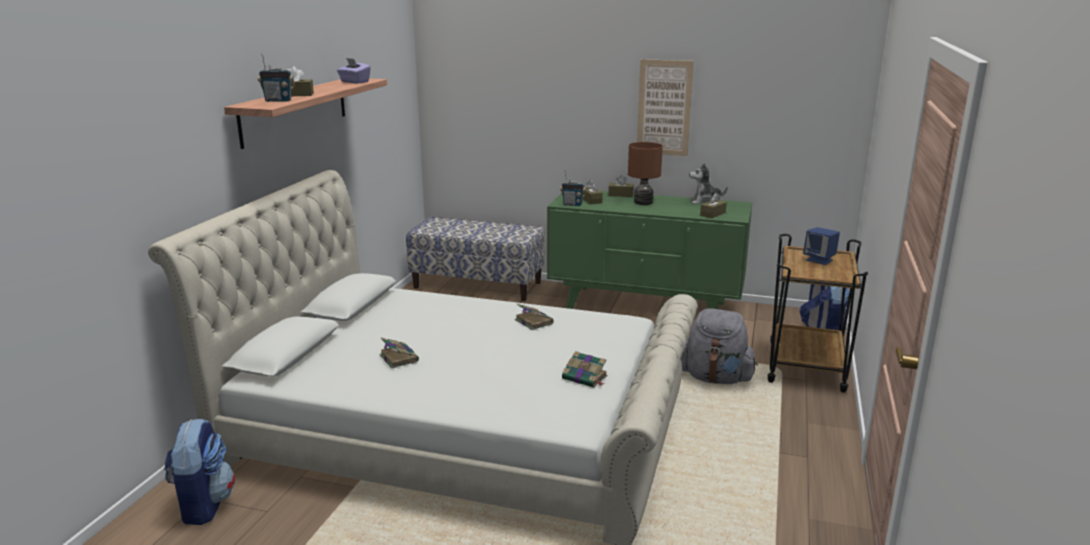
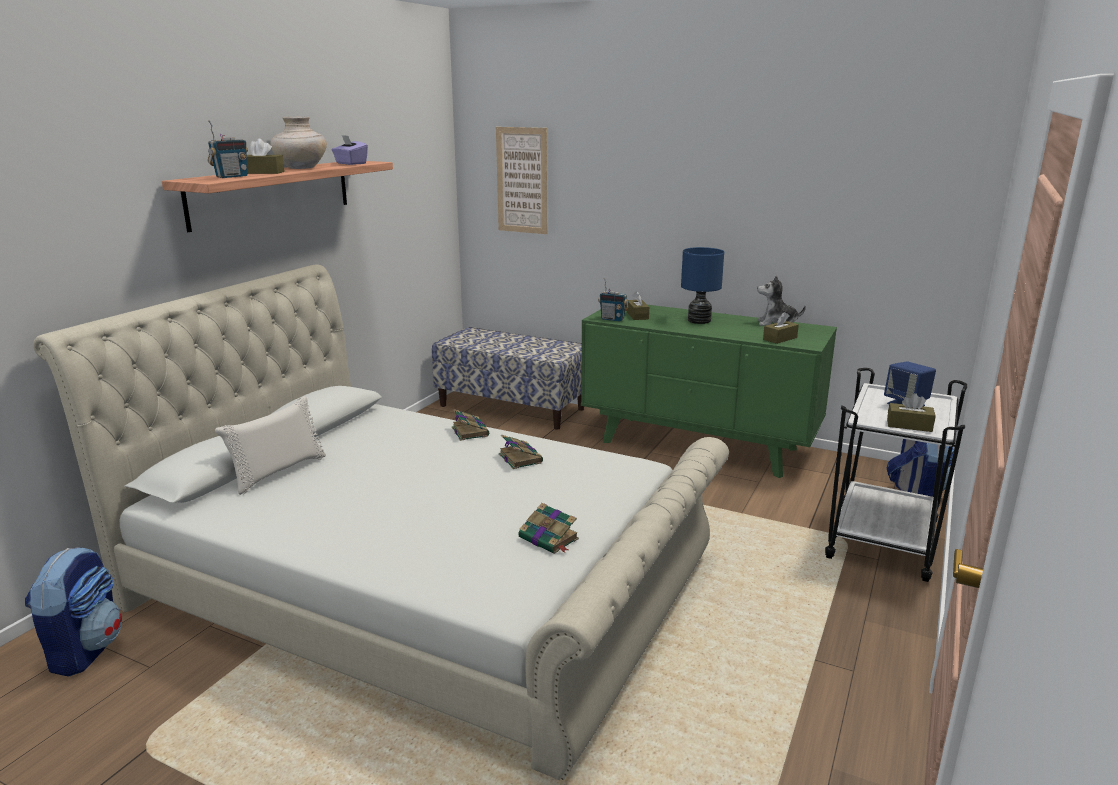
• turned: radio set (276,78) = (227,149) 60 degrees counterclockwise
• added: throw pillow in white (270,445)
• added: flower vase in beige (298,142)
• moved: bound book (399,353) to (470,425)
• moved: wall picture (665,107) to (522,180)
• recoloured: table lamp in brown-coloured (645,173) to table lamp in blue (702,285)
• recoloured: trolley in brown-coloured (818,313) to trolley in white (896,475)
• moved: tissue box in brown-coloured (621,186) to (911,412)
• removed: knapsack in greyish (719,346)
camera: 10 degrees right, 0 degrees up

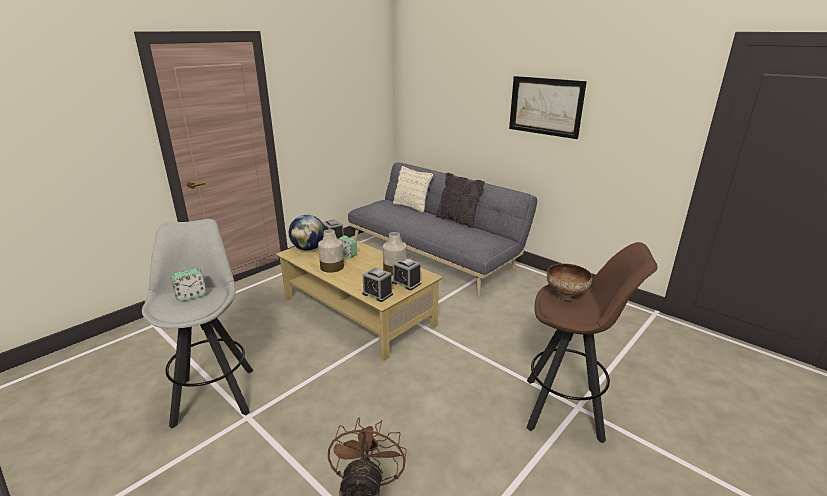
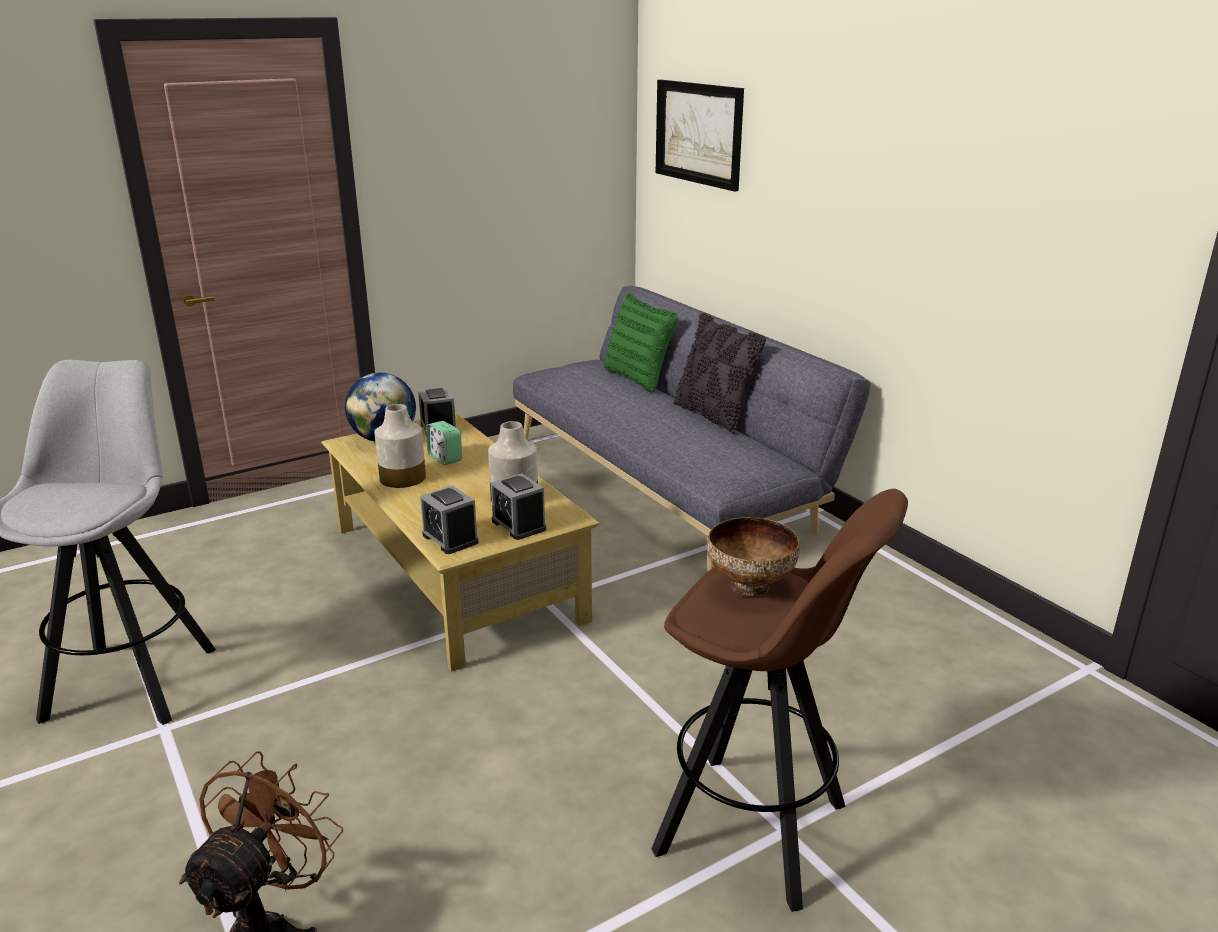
• recoloured: throw pillow in beige (413,189) to throw pillow in green (641,342)
• moved: wall picture (548,107) to (700,136)
• removed: bedside clock (189,284)
camera: 15 degrees right, 0 degrees up

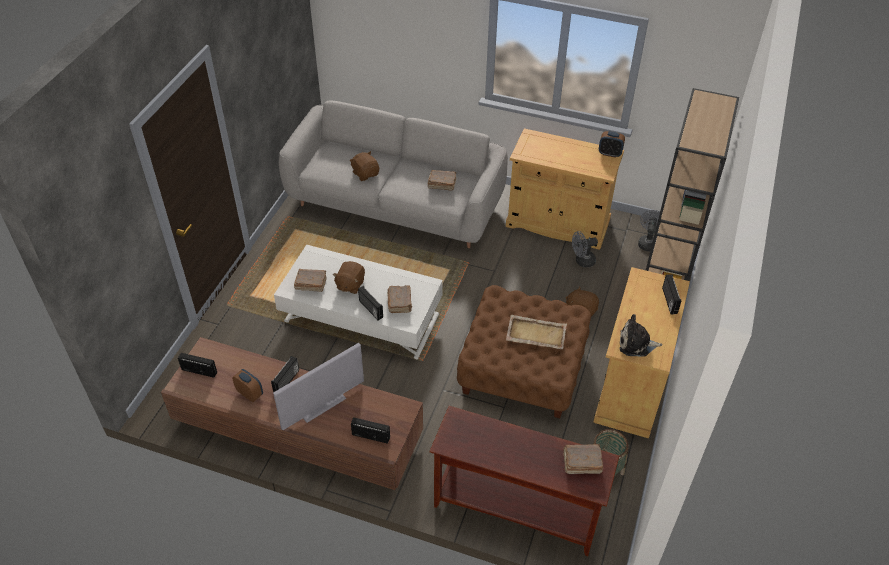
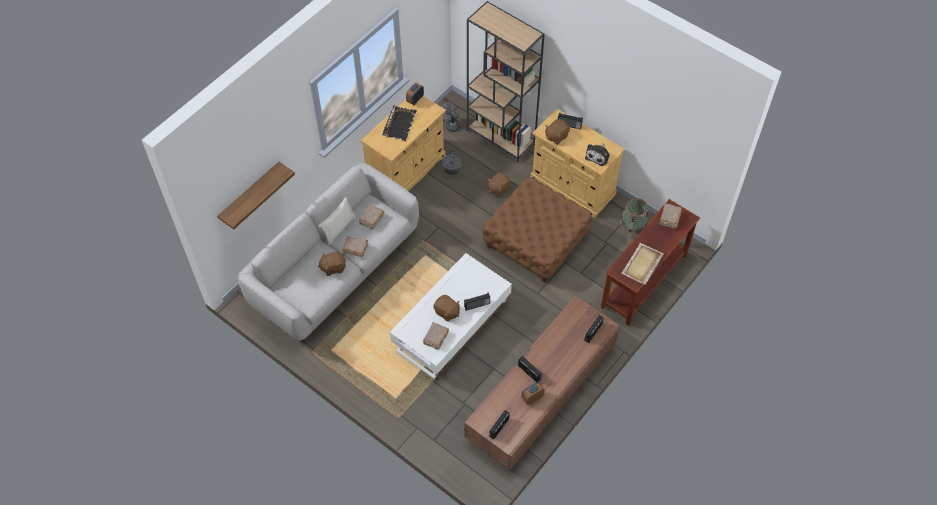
• added: shelf (256,196)
• added: throw pillow in white (337,221)
• moved: bound book in brown-coloured (399,299) to (355,246)
• added: serving tray in blackish (399,123)
• added: cuddly toy in brown-coloured (557,132)
• moved: serving tray in beige (536,332) to (642,264)
• removed: TV set (318,386)
camera: 70 degrees left, 10 degrees up

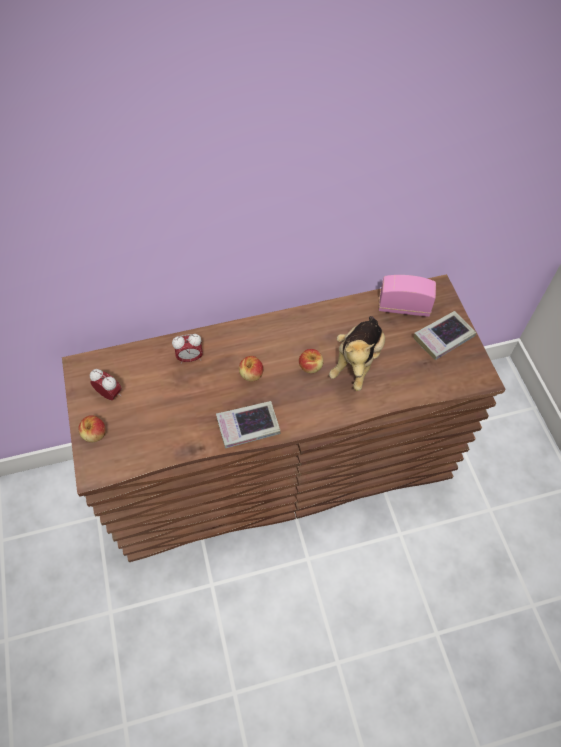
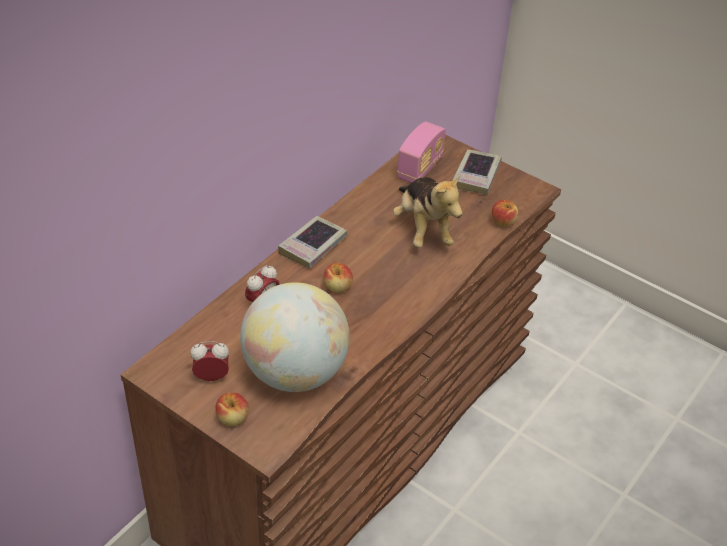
• added: world globe (295,337)
• moved: bound book (248,424) to (312,242)
• turned: radio set (407,296) = (421,152) 150 degrees clockwise
• moved: apple (311,361) to (505,213)
camera: 40 degrees left, 15 degrees down

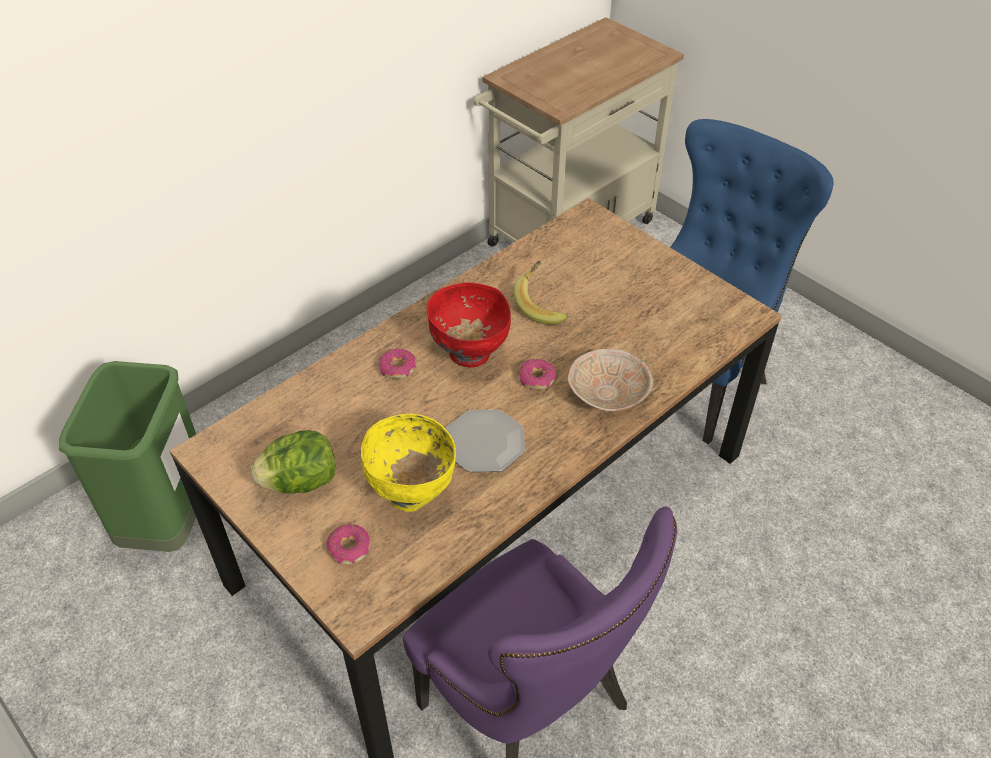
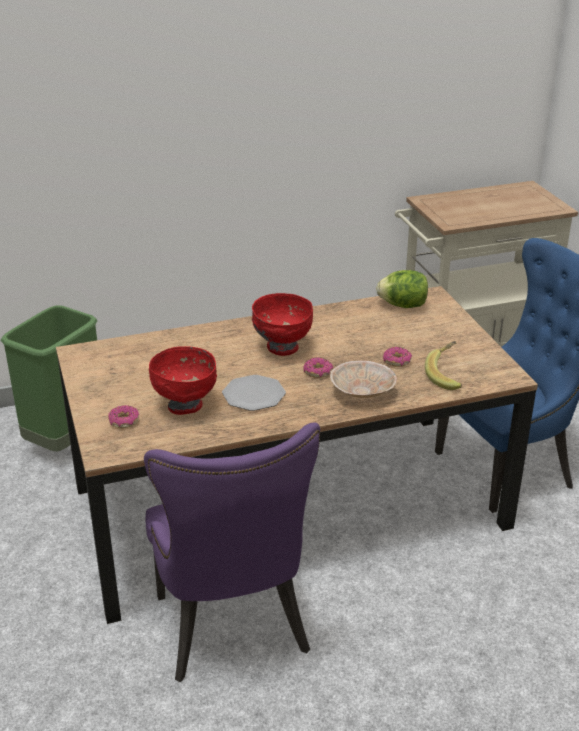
• recoloured: bowl in yellow (408,463) to bowl in red (183,380)
• moved: head of lettuce (293,462) to (402,289)
• moved: doughnut (397,364) to (397,357)
• moved: banana (540,292) to (443,365)
camera: 25 degrees right, 15 degrees down

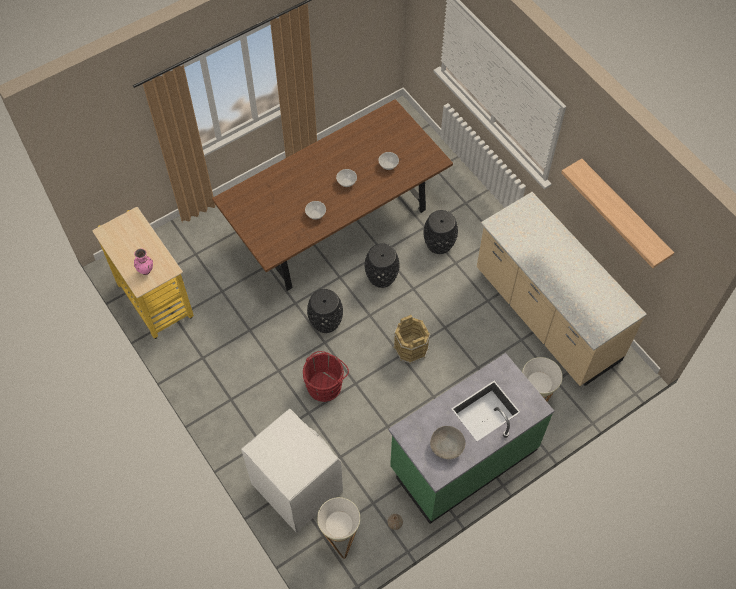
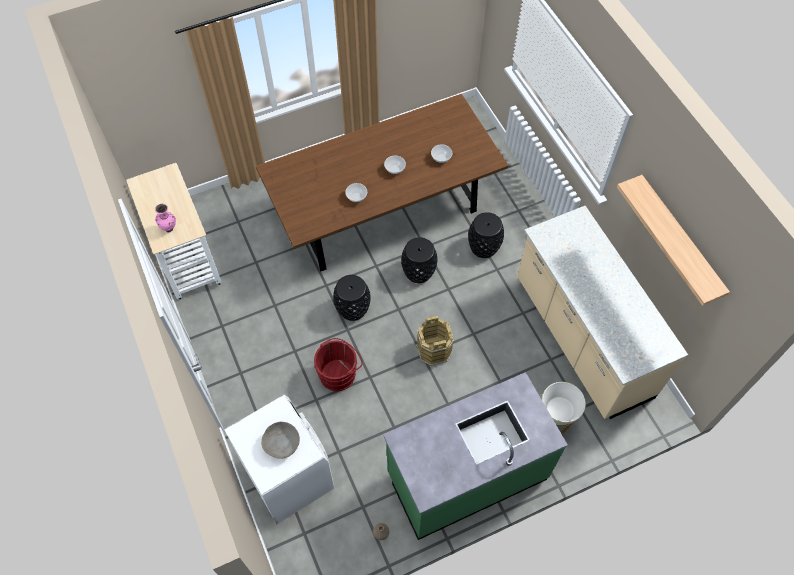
• recoloured: trolley in yellow (143,273) to trolley in white (173,231)
• moved: bowl in greyish (447,442) to (280,440)
• removed: plant pot (338,528)
camera: 10 degrees right, 0 degrees up

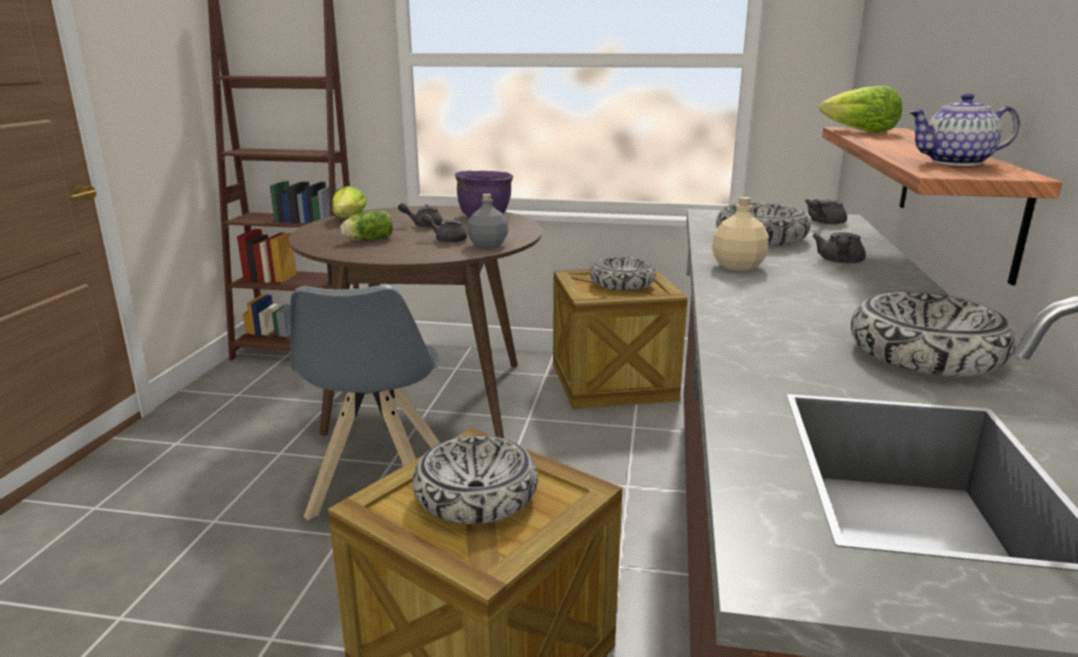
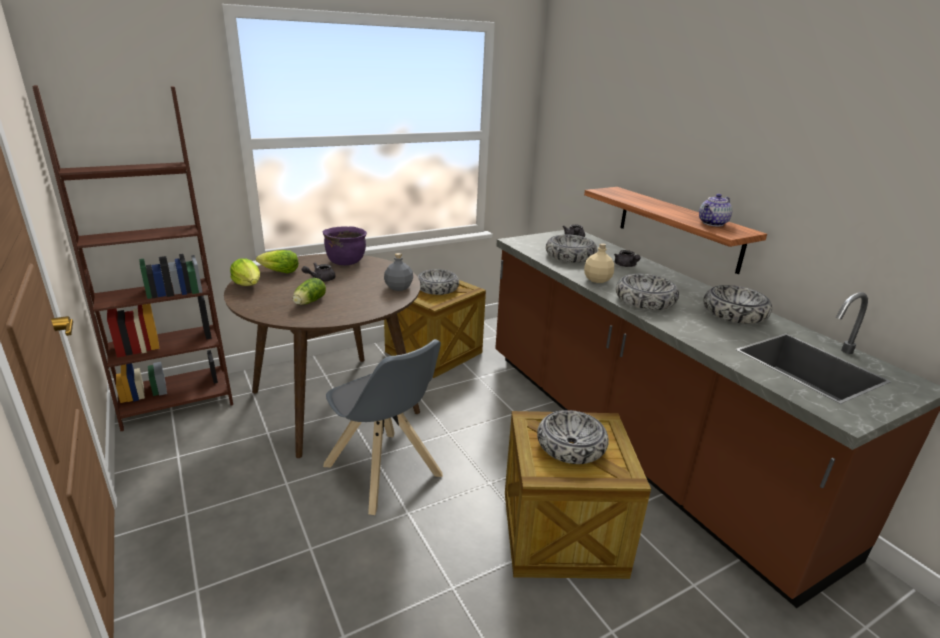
• moved: head of lettuce (861,109) to (277,261)
• added: bowl (647,292)
• removed: tea pot in greyish (444,228)
camera: 40 degrees left, 5 degrees up

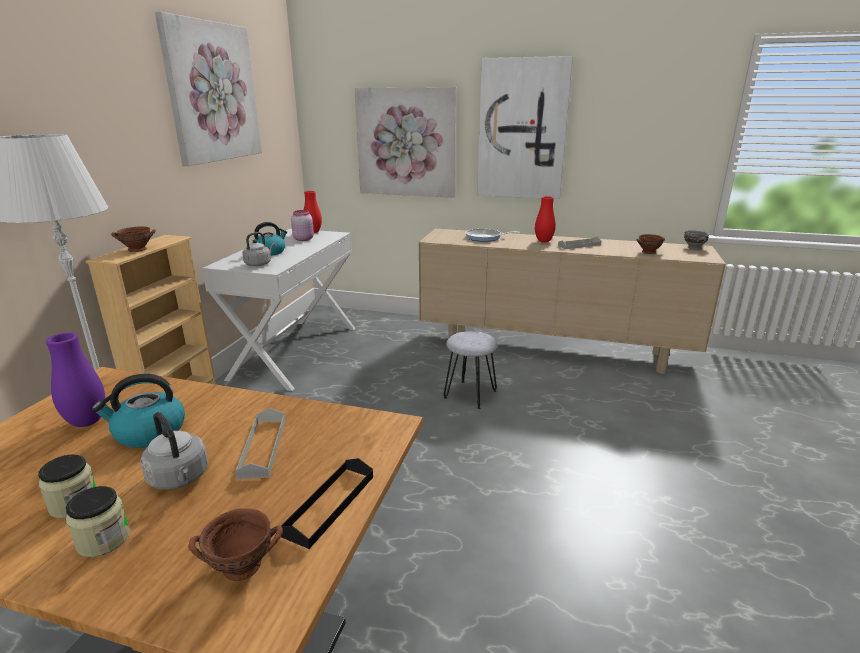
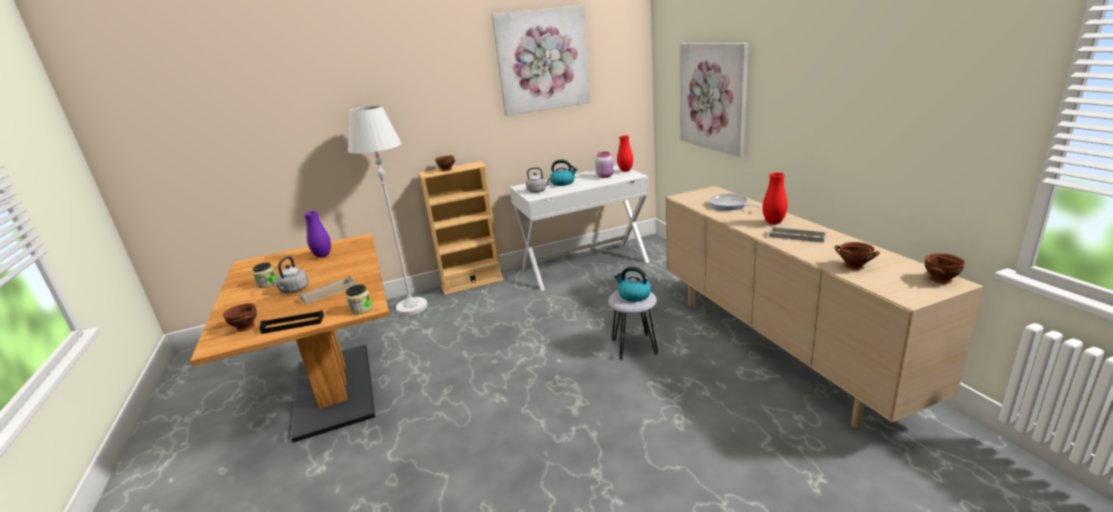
• moved: storage jar (98,521) to (359,299)
• moved: water kettle (138,411) to (632,284)
• recoloured: bowl in greyish (697,239) to bowl in brown-coloured (945,268)
• removed: wall picture (525,127)
camera: 55 degrees right, 0 degrees up

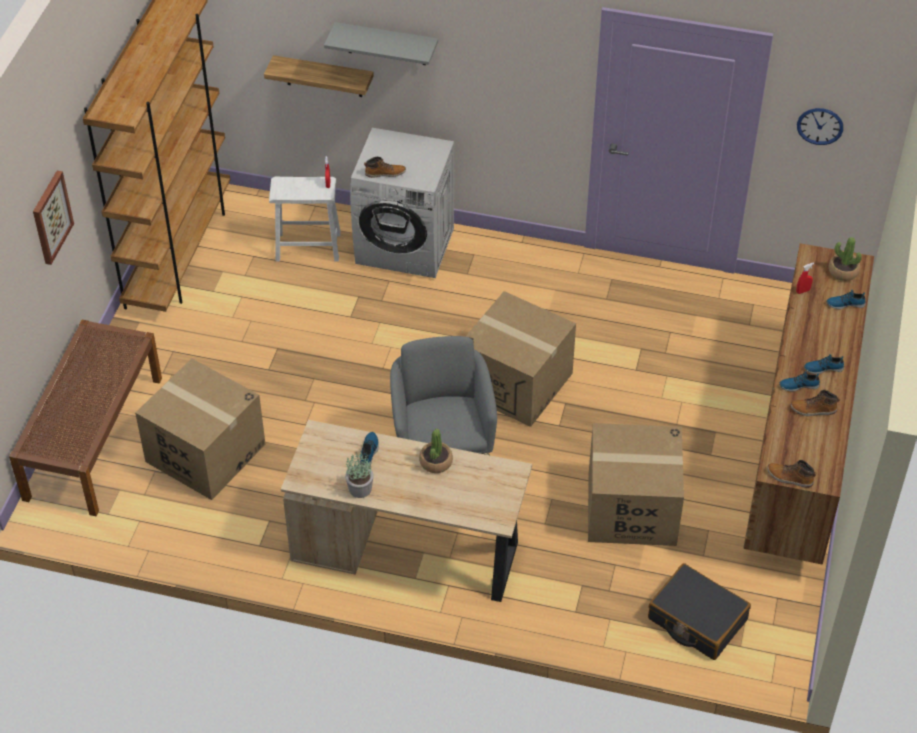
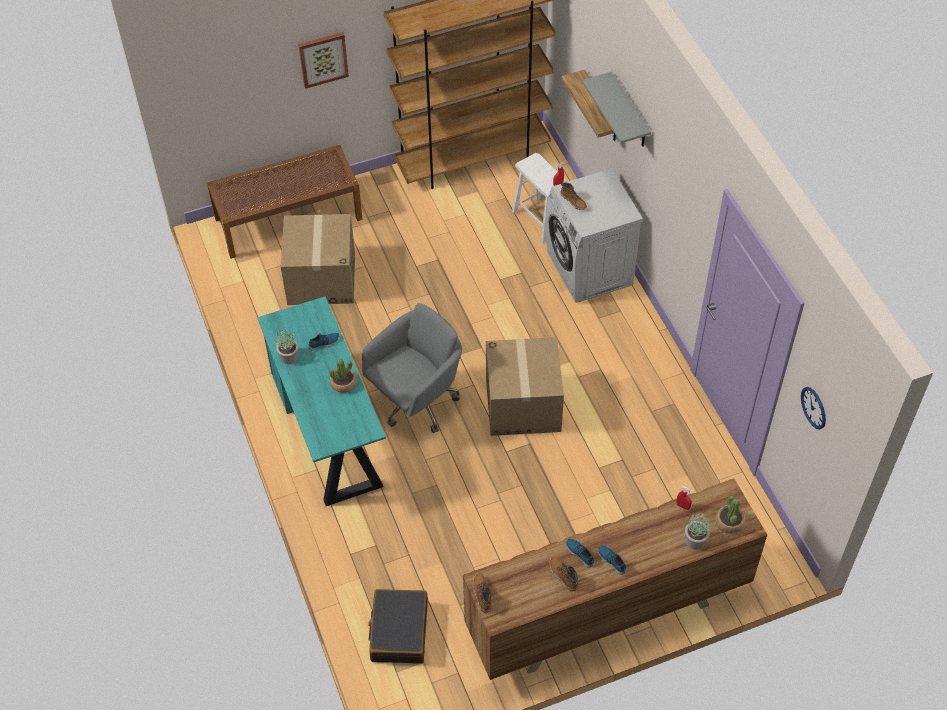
• recoloured: desk in beige (406,511) to desk in turquoise (321,401)
• replaced: item of footwear (846,299) to plant in a pot (697,532)
• removed: cardboard box (636,484)
camera: 55 degrees right, 5 degrees up

